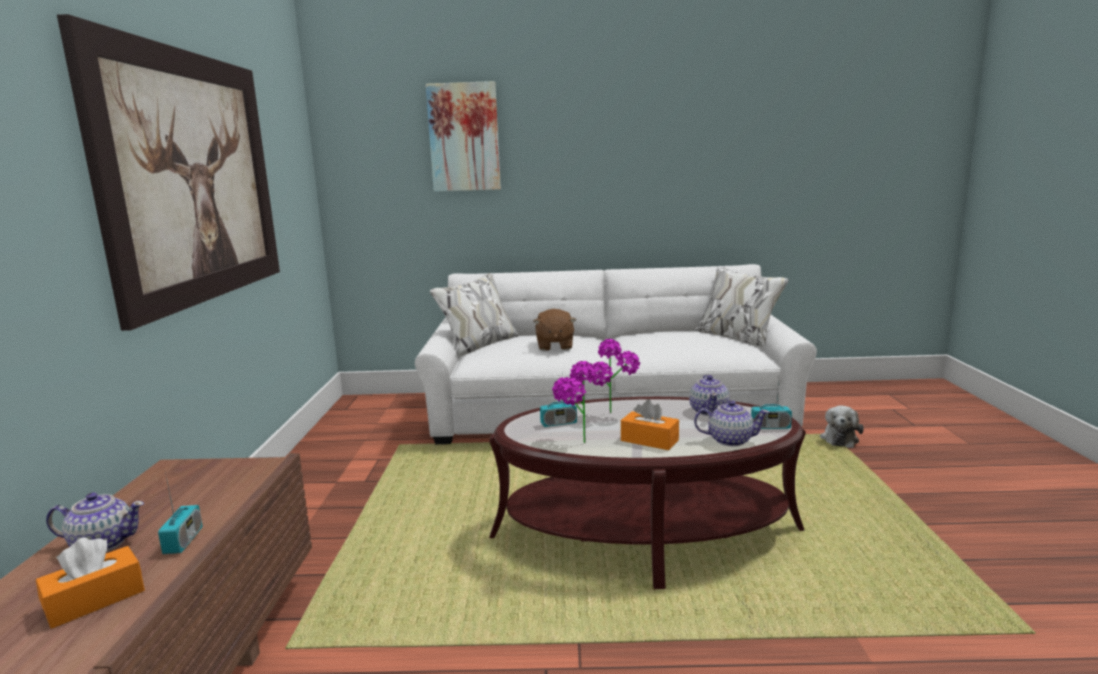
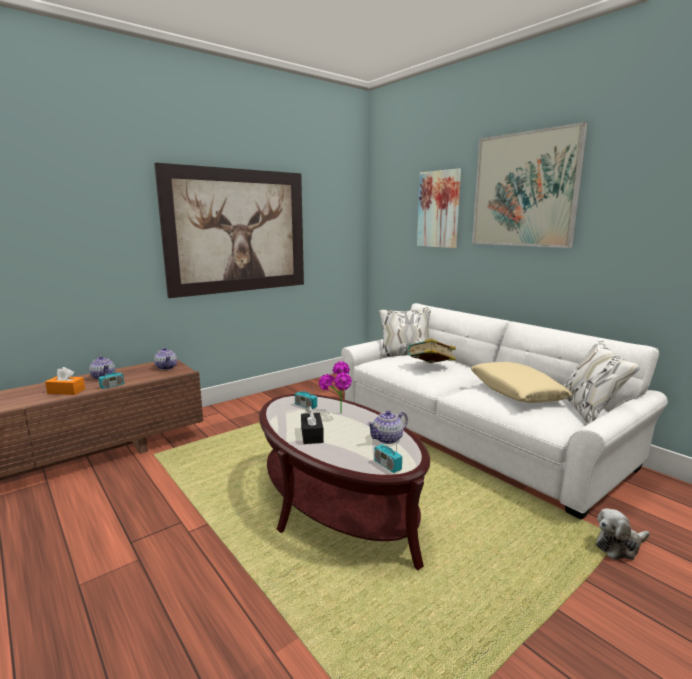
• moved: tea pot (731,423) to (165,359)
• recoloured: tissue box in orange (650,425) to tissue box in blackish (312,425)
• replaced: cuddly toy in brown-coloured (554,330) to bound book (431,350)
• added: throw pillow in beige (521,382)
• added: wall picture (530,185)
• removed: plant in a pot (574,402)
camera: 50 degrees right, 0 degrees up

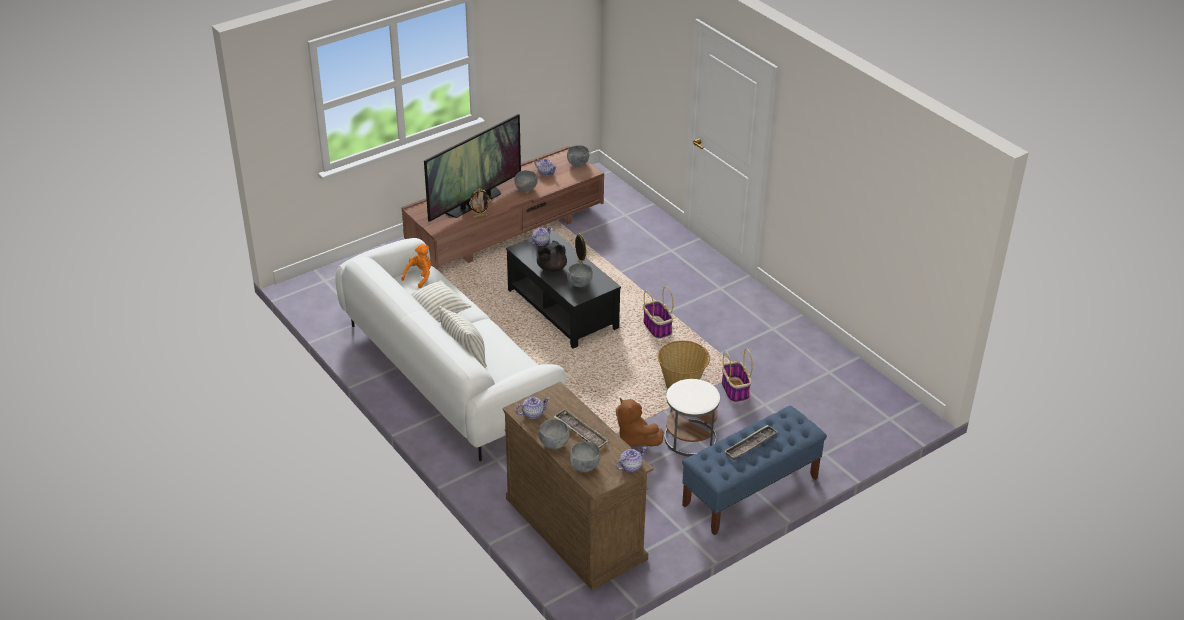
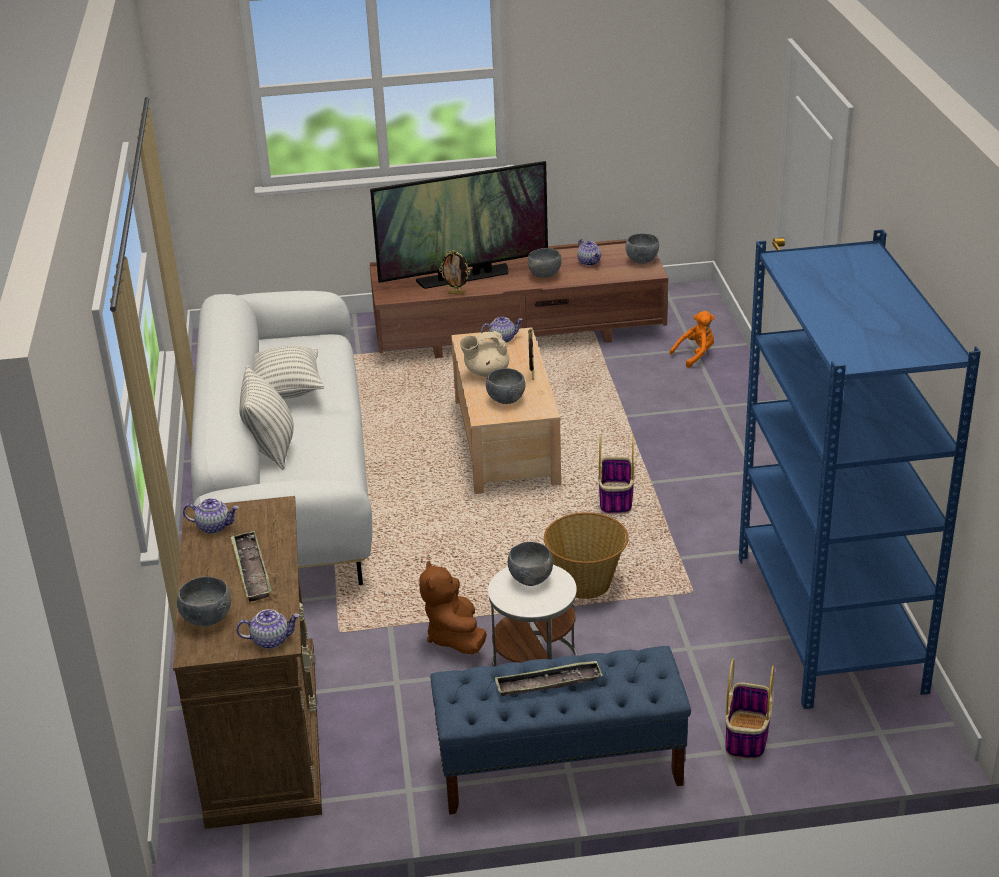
• recoloured: coffee table in blackish (563,289) to coffee table in beige (506,410)
• recoloured: tea pot in blackish (552,256) to tea pot in beige (484,354)
• moved: bowl in greyish (554,434) to (530,564)
• moved: cuddly toy in orange (416,266) to (692,339)
• moved: basket (737,375) to (749,709)
• added: shelving unit in blue (860,469)
camera: 30 degrees right, 5 degrees down

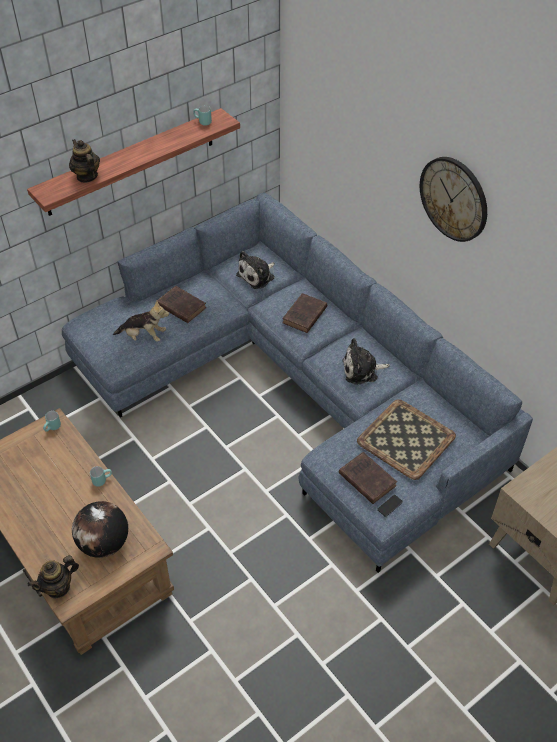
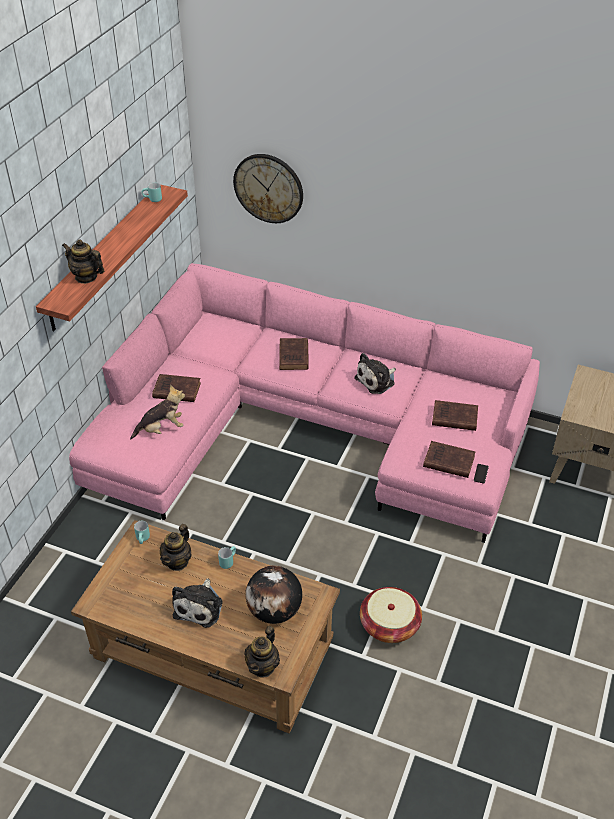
• recoloured: settee in blue (297,382) to settee in pink-coloured (304,403)
• added: tea pot (176,547)
• moved: cuddly toy (255,270) to (197,603)
• moved: clock on the wall (453,199) to (268,188)
• added: basket (391,615)
• replaced: serving tray (406,439) to bound book in brown-coloured (455,415)
camera: 30 degrees left, 5 degrees down

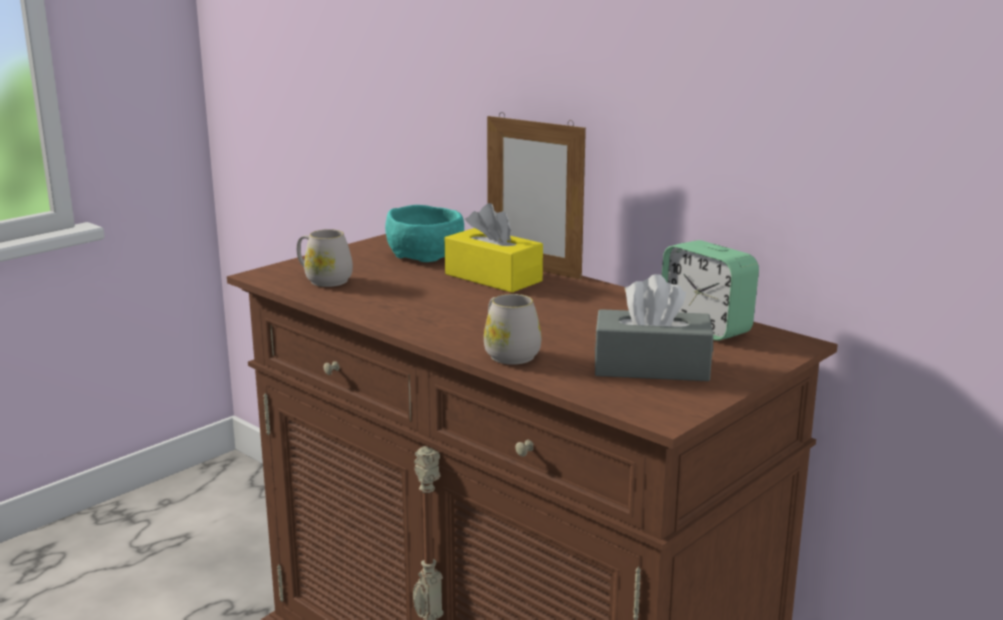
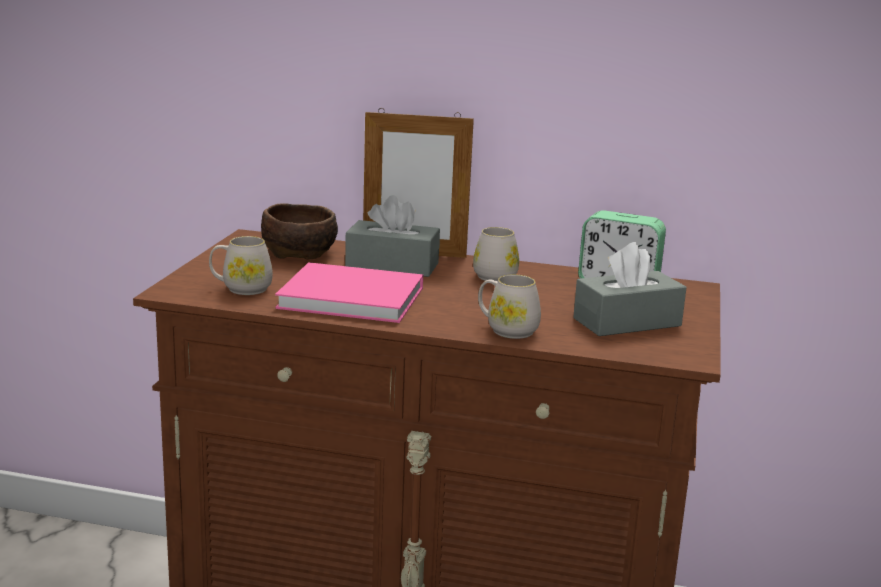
• recoloured: bowl in turquoise (424,233) to bowl in brown-coloured (299,231)
• added: bound book in pink-coloured (349,292)
• recoloured: tissue box in yellow (494,248) to tissue box in greyish (392,236)
• added: tea mug in white (496,254)
camera: 30 degrees left, 0 degrees up

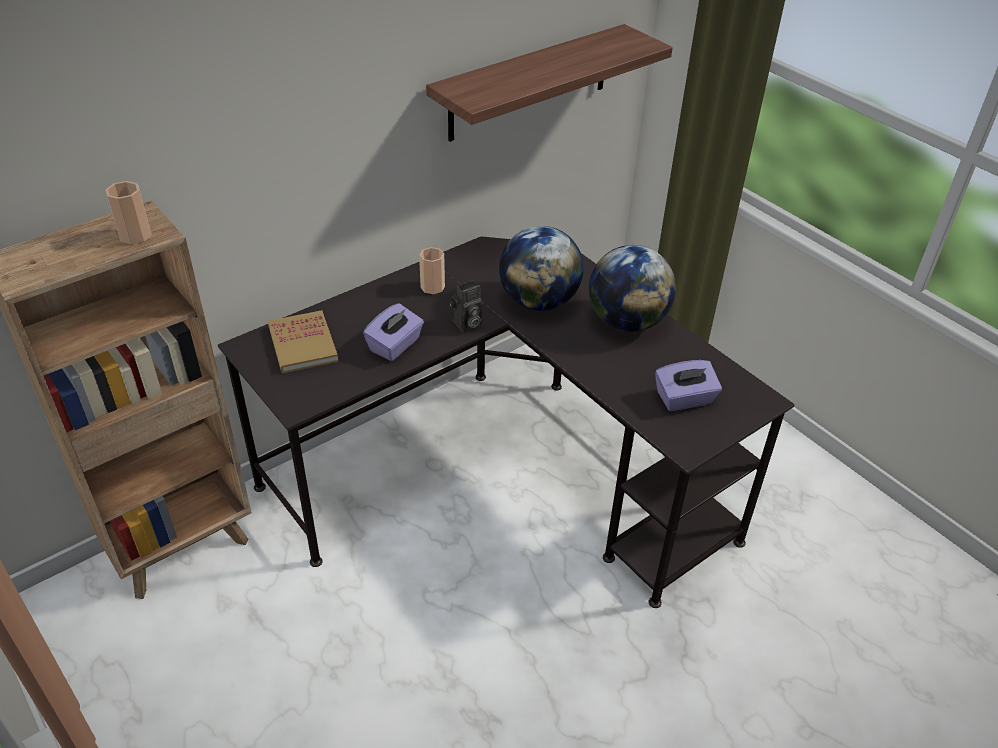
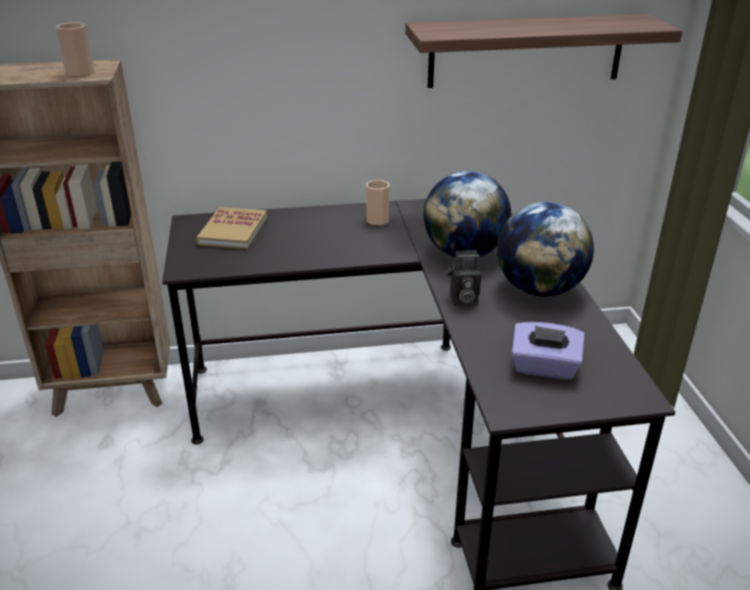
• moved: still camera (466,306) to (464,278)
• removed: tissue box in purple (393,332)
camera: 30 degrees right, 10 degrees down

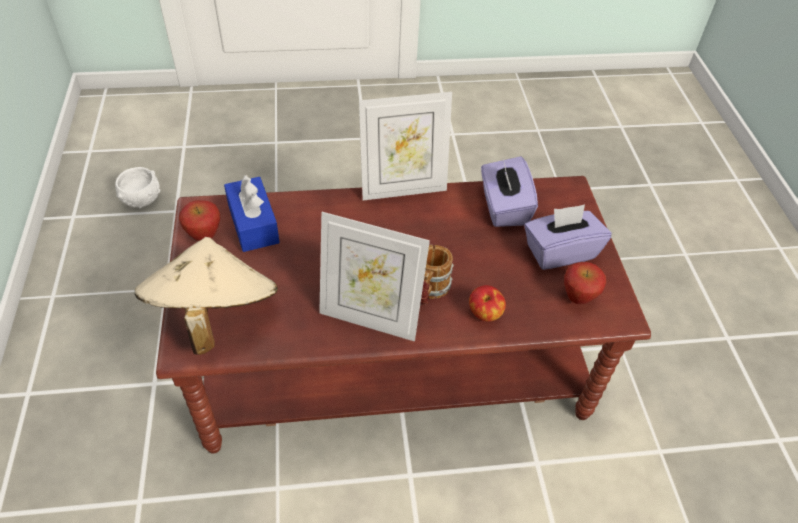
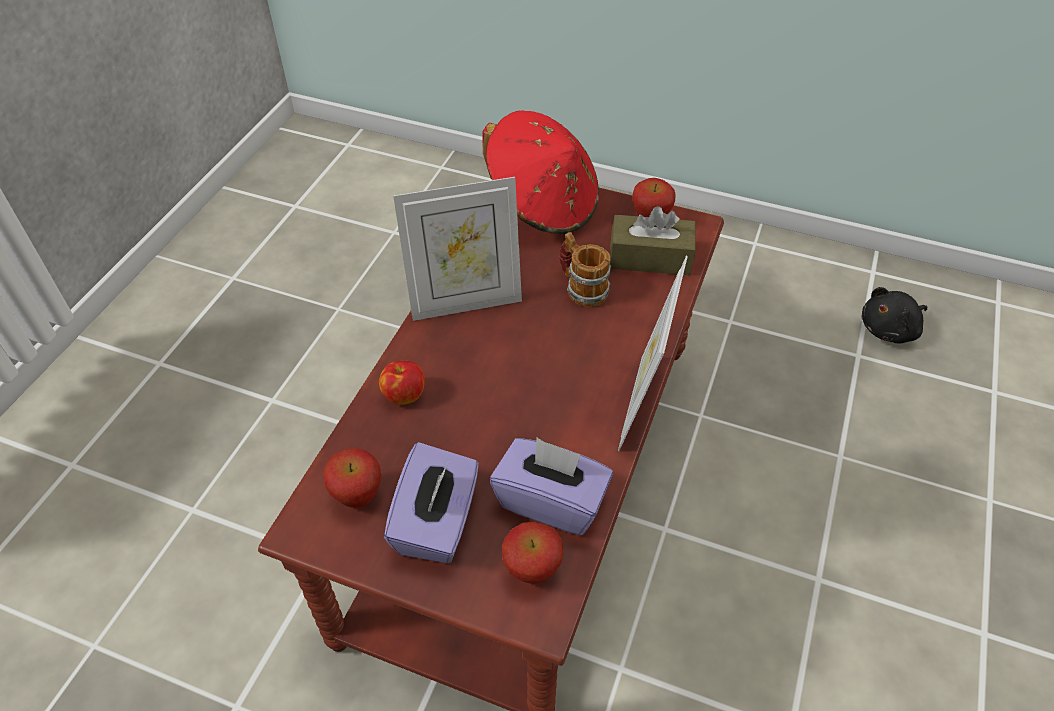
• turned: picture frame (374,277) = (457,249) 150 degrees counterclockwise
• recoloured: clothing hat in beige (206,296) to clothing hat in red (540,172)
• added: apple (533,553)
• moved: tea mug (437,275) to (585,269)
• recoloured: tissue box in blue (252,213) to tissue box in brown-coloured (653,240)
• replaced: bowl in white (137,187) to cuddly toy in blackish (895,315)
camera: 120 degrees right, 0 degrees up

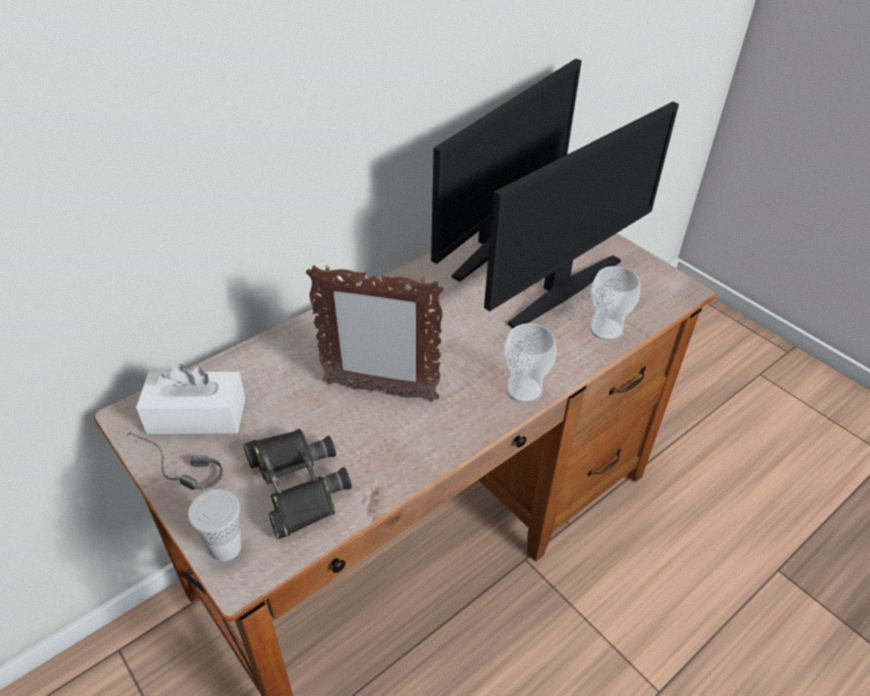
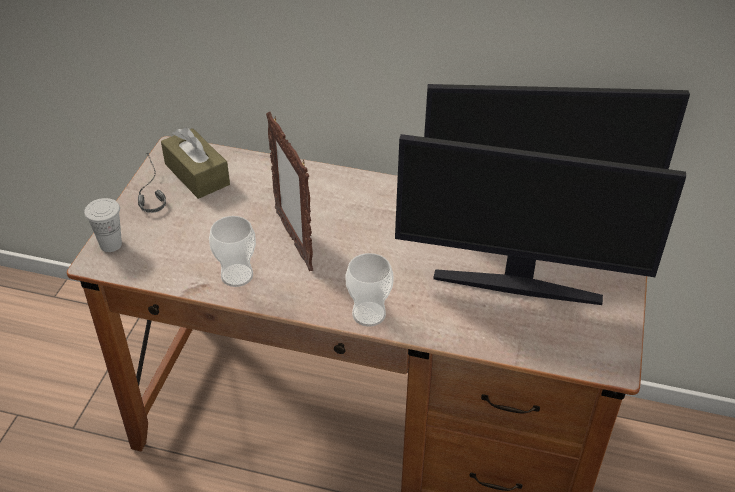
• recoloured: tissue box in white (190,398) to tissue box in brown-coloured (195,163)
• moved: cup (615,303) to (232,251)
• removed: pair of binoculars in blackish (297,484)
camera: 55 degrees right, 0 degrees up

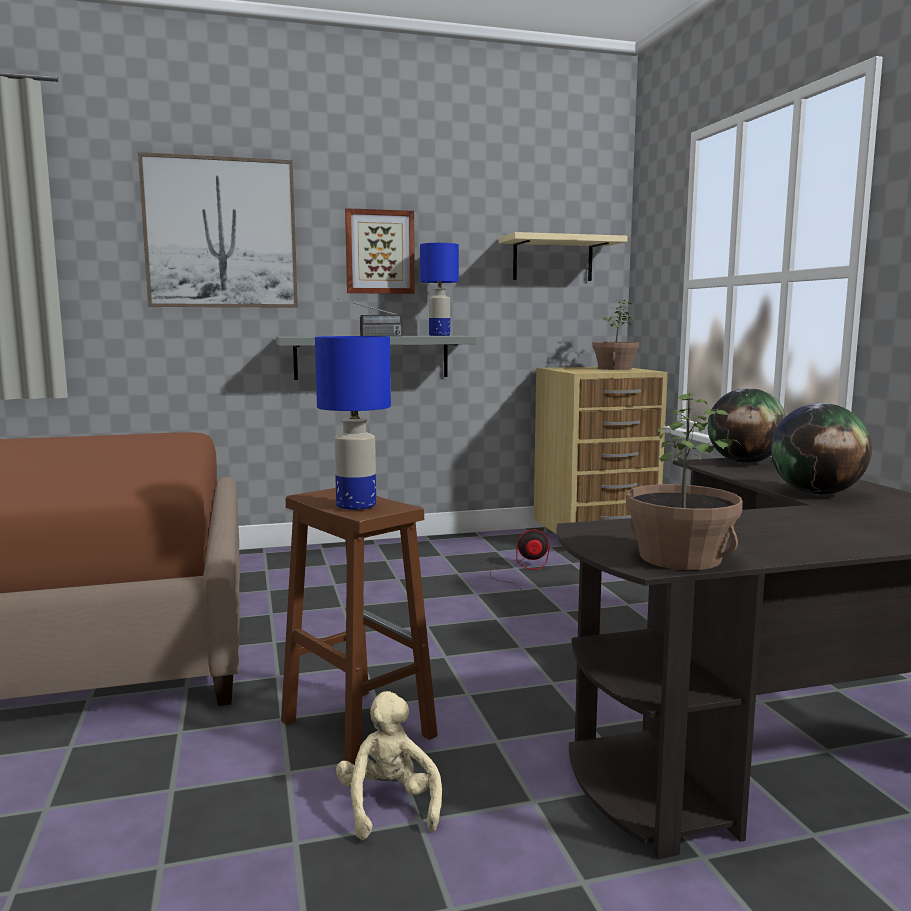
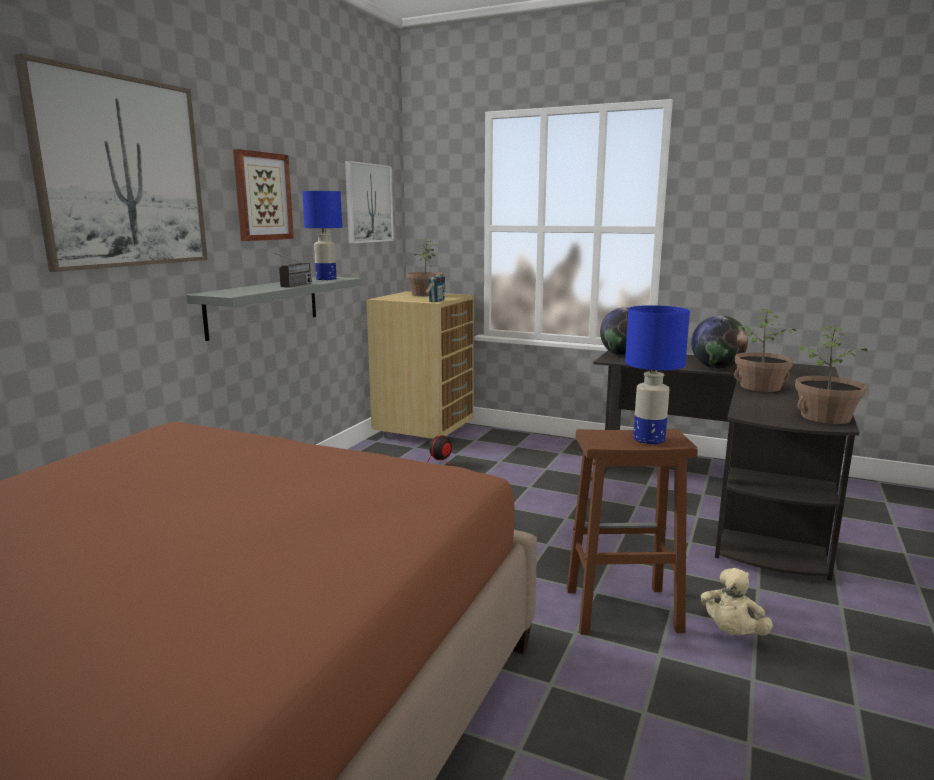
• replaced: shelf in beige (563,256) to wall picture (369,202)
• added: radio set (435,283)
• turned: cuddly toy in beige (389,765) = (737,602) 90 degrees counterclockwise
• added: plant in a pot (765,350)
camera: 50 degrees left, 5 degrees up

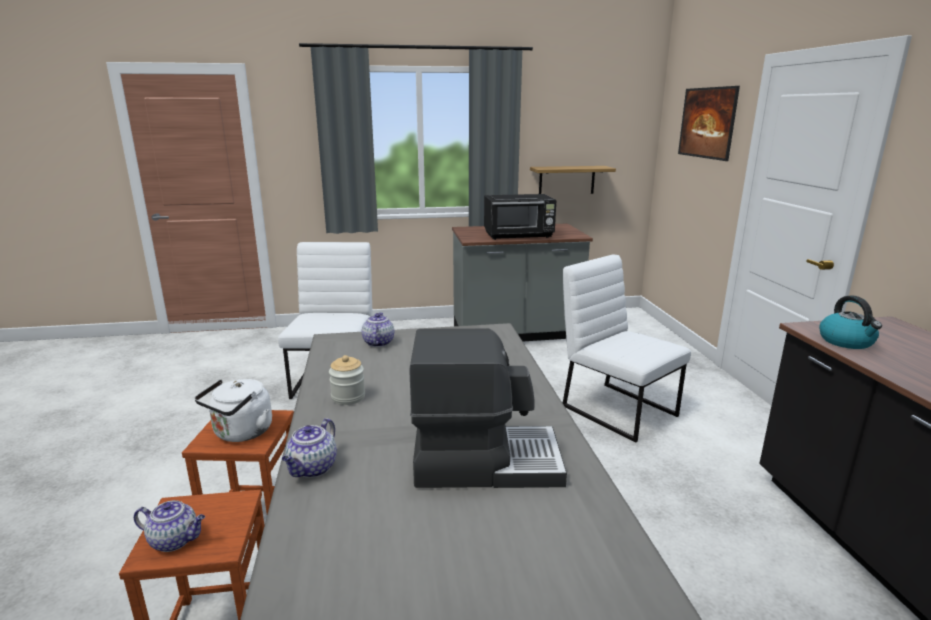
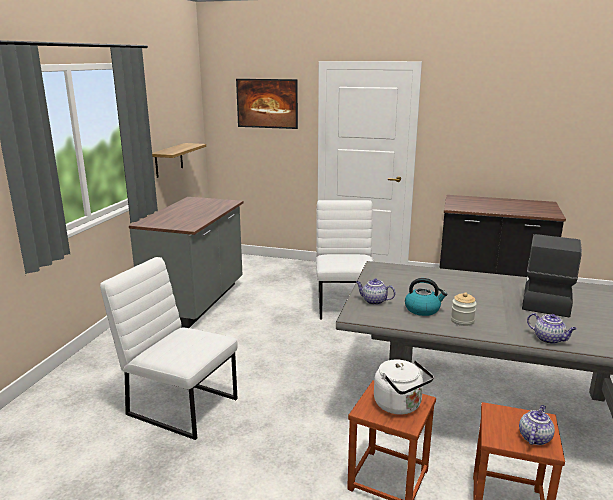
• turned: chair in white (627,348) = (345,259) 105 degrees clockwise
• moved: water kettle (850,322) to (426,297)
• removed: kitchen microwave in blackish (520,217)
camera: 65 degrees left, 0 degrees up

